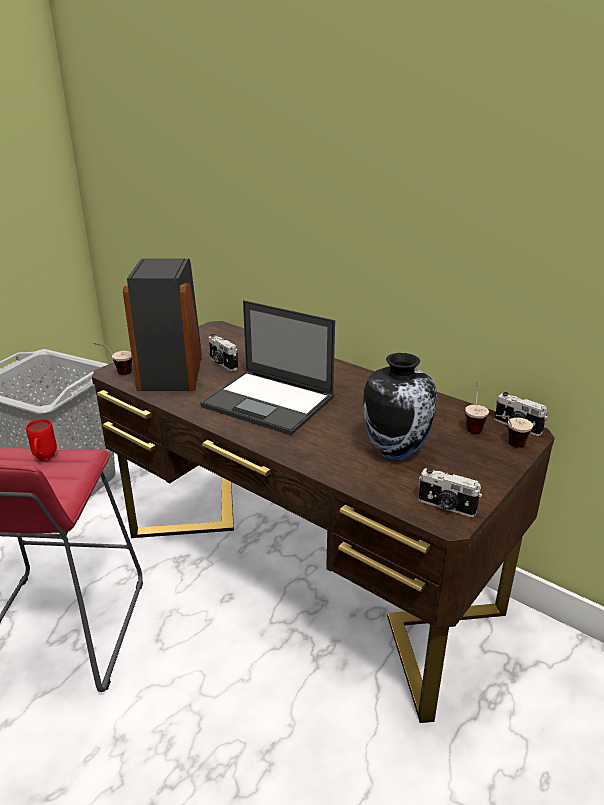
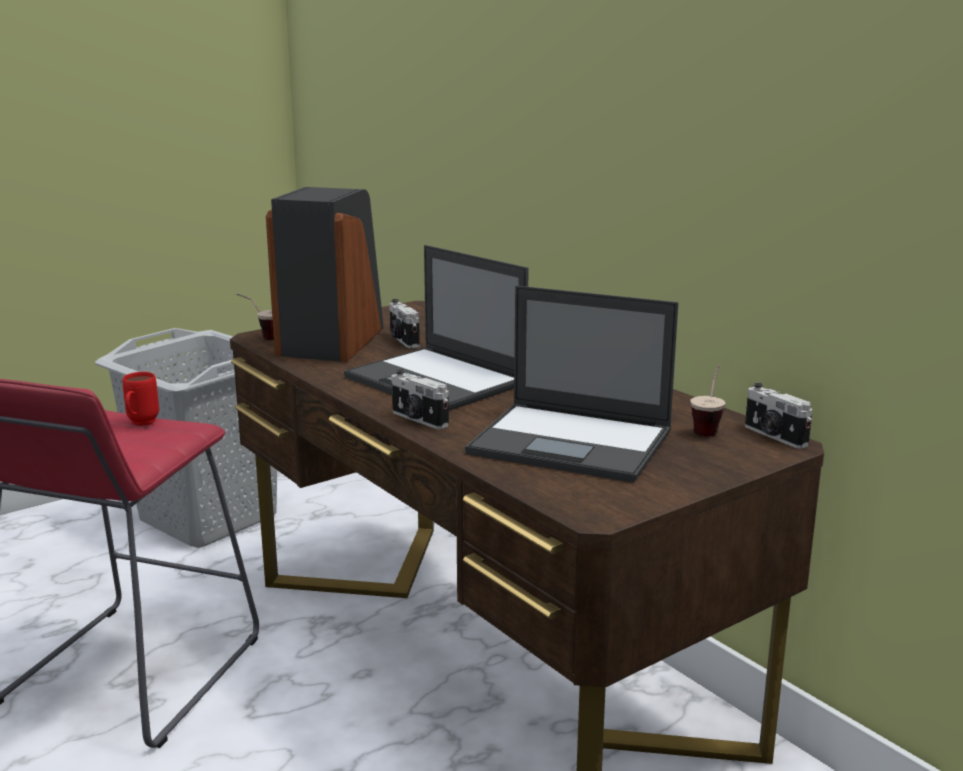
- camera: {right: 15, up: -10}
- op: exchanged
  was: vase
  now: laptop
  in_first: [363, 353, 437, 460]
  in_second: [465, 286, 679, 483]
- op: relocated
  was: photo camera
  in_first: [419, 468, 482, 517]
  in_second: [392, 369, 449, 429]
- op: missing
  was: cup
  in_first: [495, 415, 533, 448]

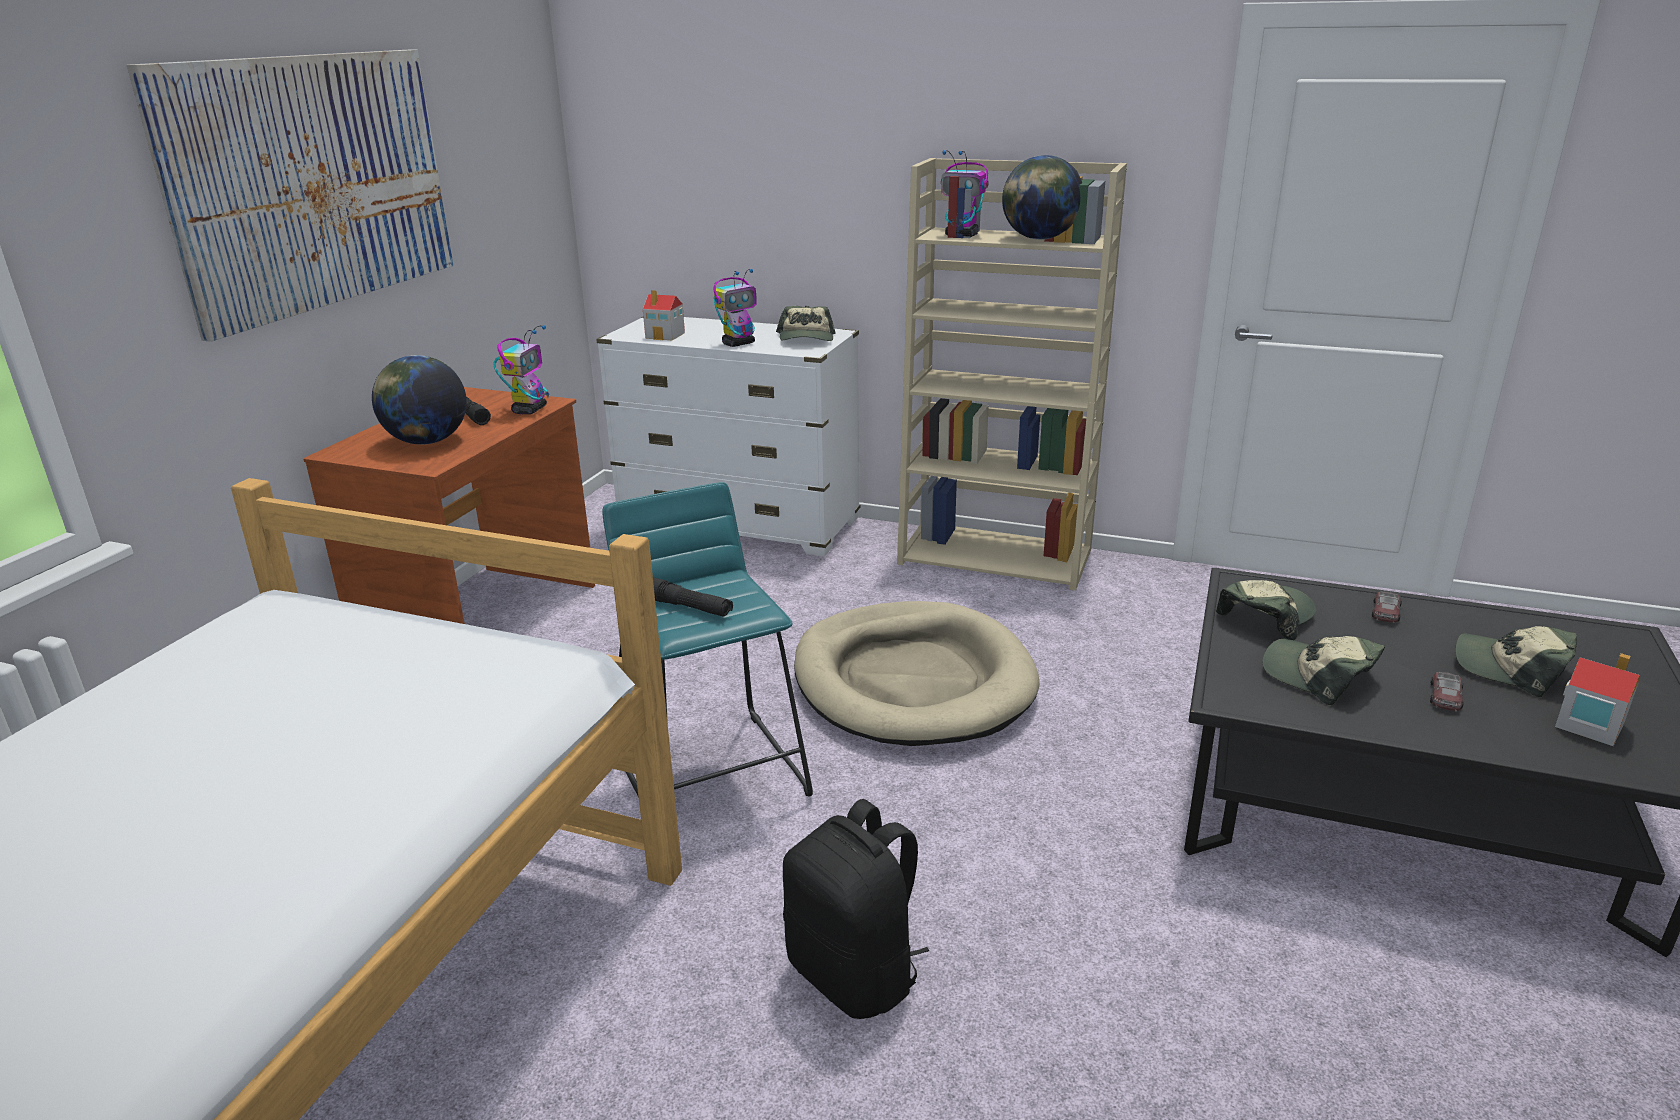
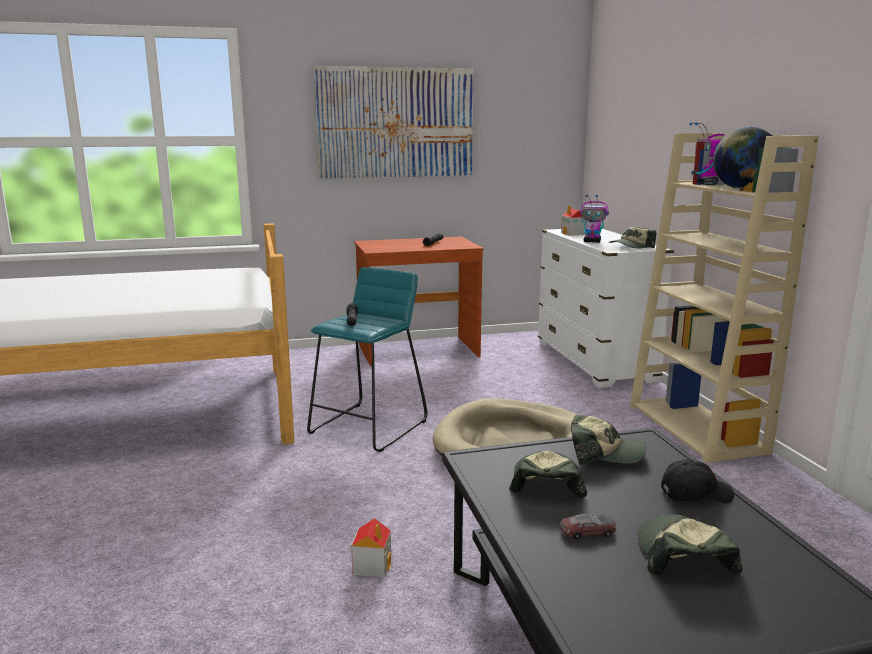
- camera: {right: 55, up: -10}
- op: missing
  was: globe
  in_first: [372, 355, 467, 445]
- op: missing
  was: toy robot
  in_first: [493, 325, 549, 414]
- op: missing
  was: black backpack
  in_first: [783, 799, 929, 1019]
- op: exchanged
  was: toy car
  now: black cap
  in_first: [1372, 591, 1402, 623]
  in_second: [661, 459, 734, 503]
- op: relocated
  was: toy house
  in_first: [1555, 653, 1639, 746]
  in_second: [351, 518, 391, 577]

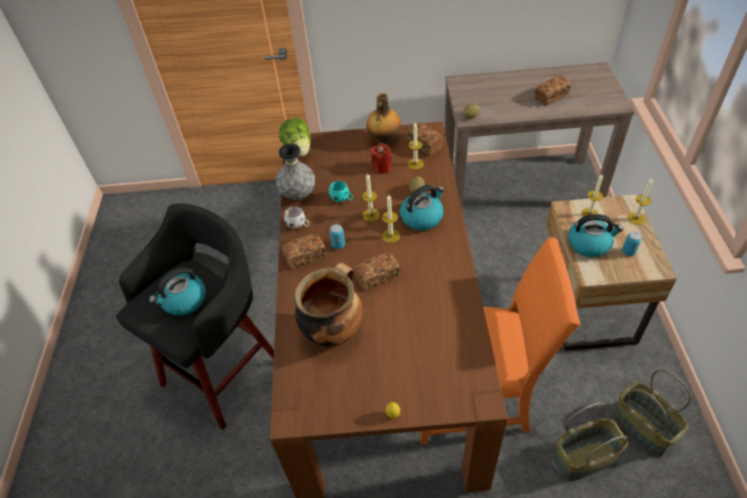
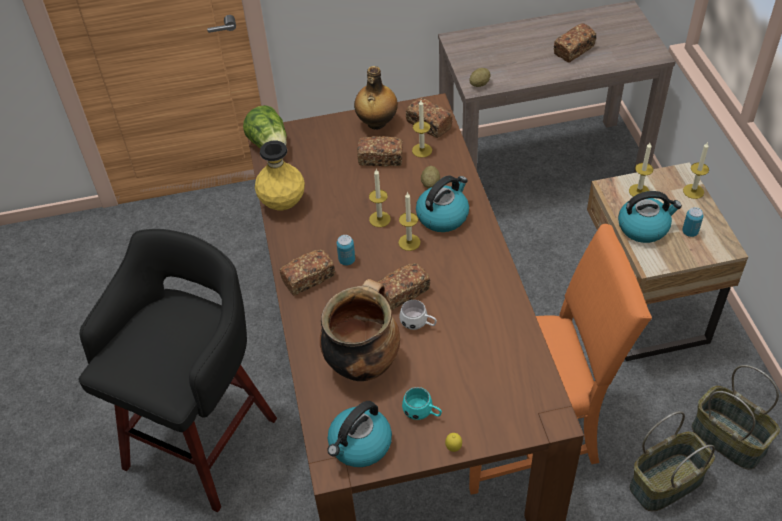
- camera: {right: -10, up: 0}
- op: relocated
  was: kettle
  in_first: [149, 267, 206, 316]
  in_second: [327, 401, 392, 467]
- op: colour
  was: grey vase
  now: yellow vase
  in_first: [276, 144, 315, 200]
  in_second: [255, 141, 305, 210]
- op: relocated
  was: white mug
  in_first: [284, 206, 309, 228]
  in_second: [399, 300, 437, 330]
- op: relocated
  was: turquoise mug
  in_first: [329, 180, 353, 202]
  in_second: [402, 387, 442, 420]
- op: exchanged
  was: red candle
  now: bread
  in_first: [371, 143, 391, 174]
  in_second: [357, 136, 403, 166]

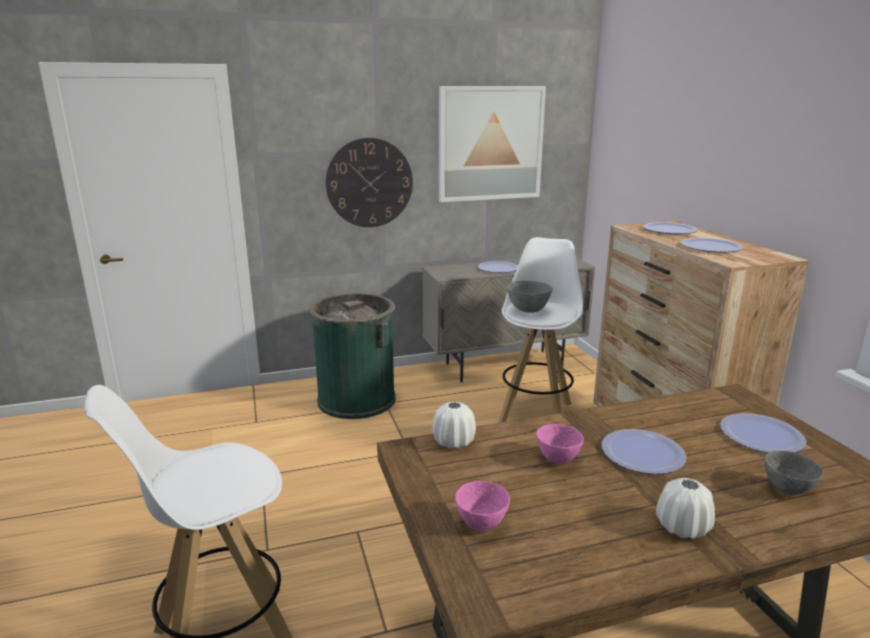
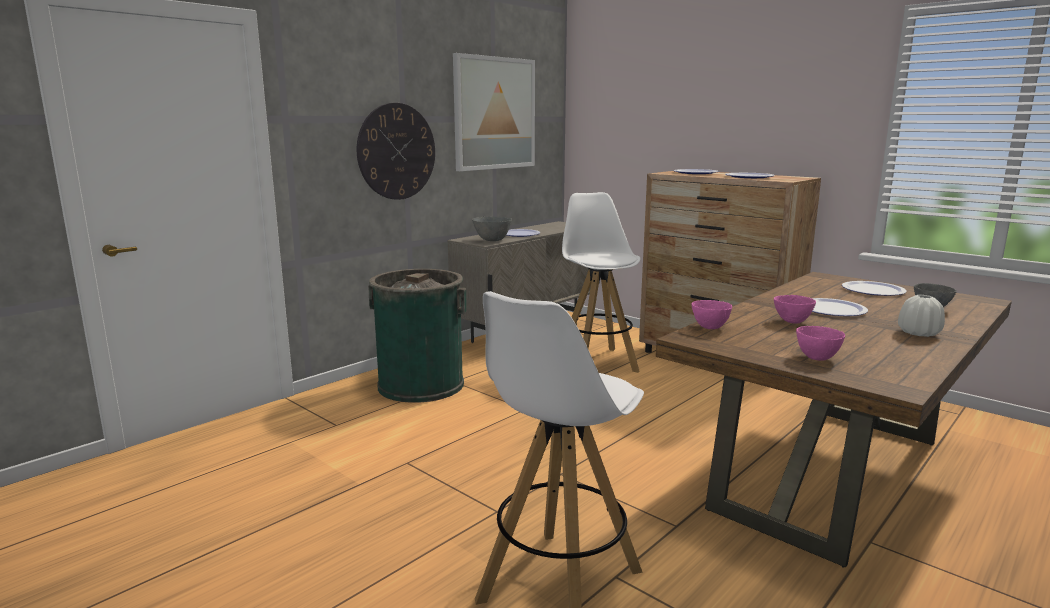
- camera: {right: -30, up: -5}
- op: exchanged
  was: white vase
  now: pink bowl
  in_first: [432, 401, 476, 449]
  in_second: [692, 300, 732, 329]
- op: relocated
  was: grey bowl
  in_first: [507, 281, 553, 313]
  in_second: [472, 217, 512, 241]

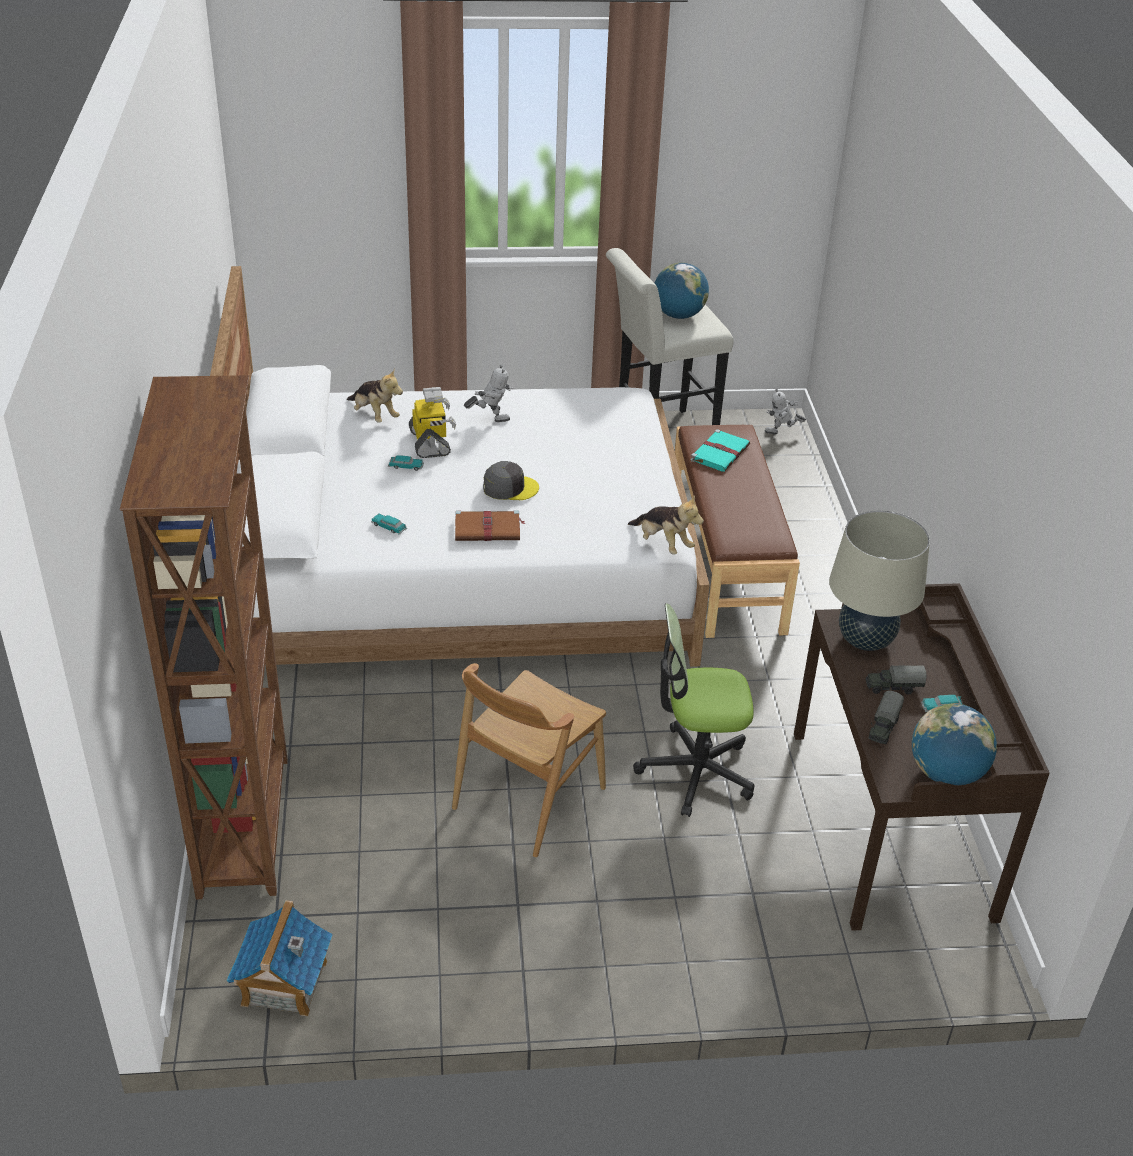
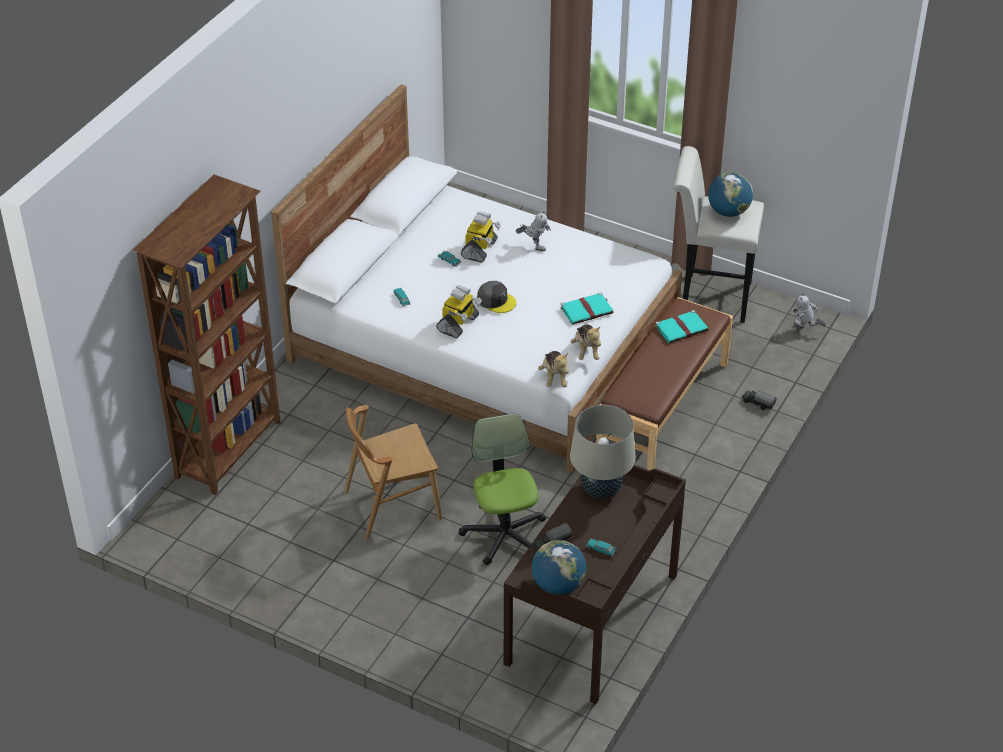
- camera: {right: 35, up: 5}
- op: missing
  was: toy house
  in_first: [227, 900, 333, 1017]
- op: relocated
  was: plush toy
  in_first: [347, 368, 403, 423]
  in_second: [571, 324, 601, 360]
- op: exchanged
  was: brown book
  now: toy robot
  in_first: [455, 510, 525, 541]
  in_second: [436, 285, 482, 338]
- op: spun
  was: office chair
  in_first: [633, 603, 755, 817]
  in_second: [459, 413, 546, 565]
  clockwise: 45
- op: relocated
  was: toy truck
  in_first: [866, 665, 927, 694]
  in_second: [742, 391, 777, 410]
- op: appeared
  now: turquoise book
  in_second: [560, 292, 613, 325]

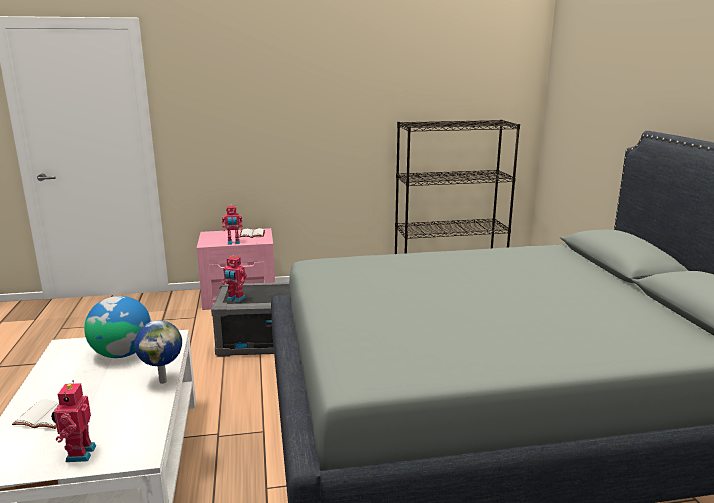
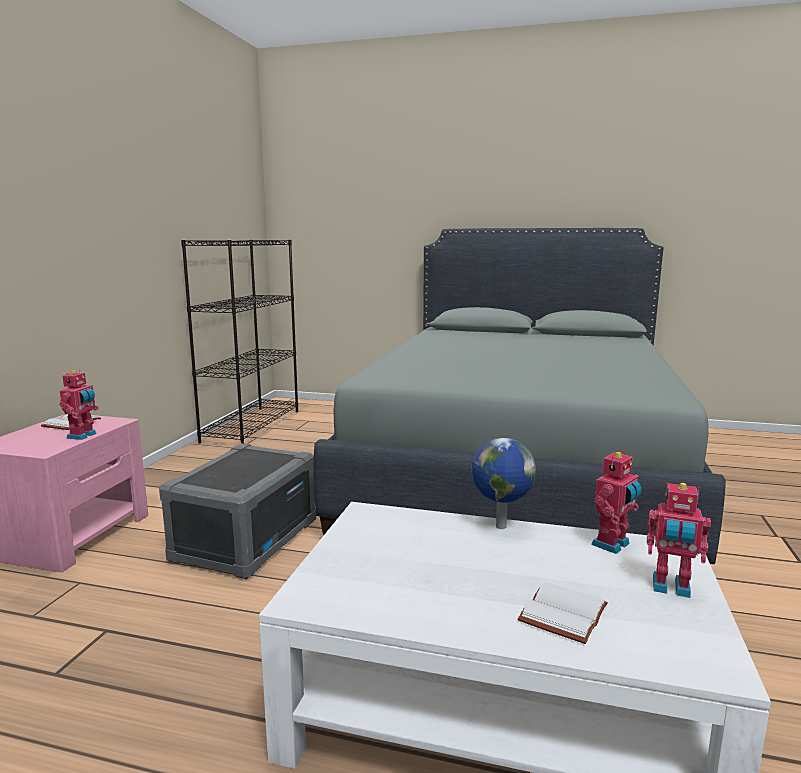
- camera: {right: -65, up: -5}
- op: missing
  was: globe
  in_first: [84, 296, 151, 358]
- op: relocated
  was: toy robot
  in_first: [222, 255, 247, 302]
  in_second: [591, 451, 641, 554]

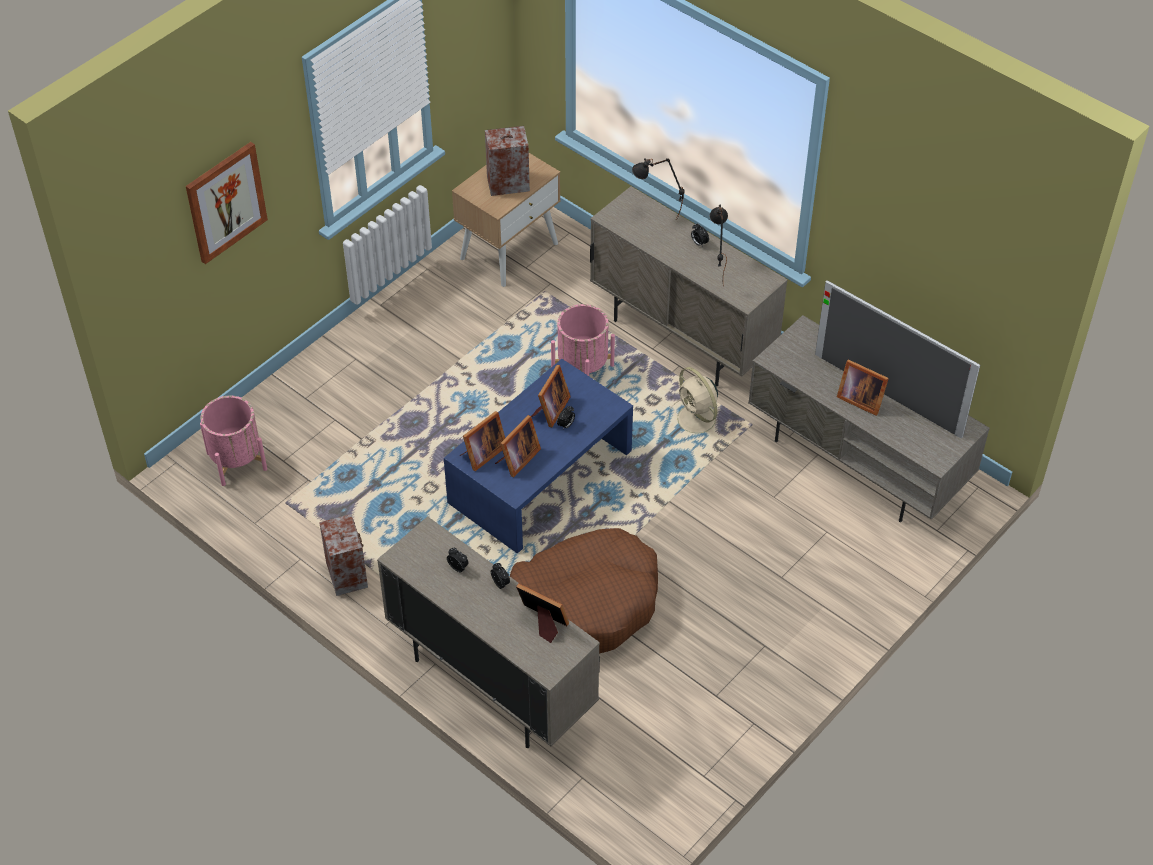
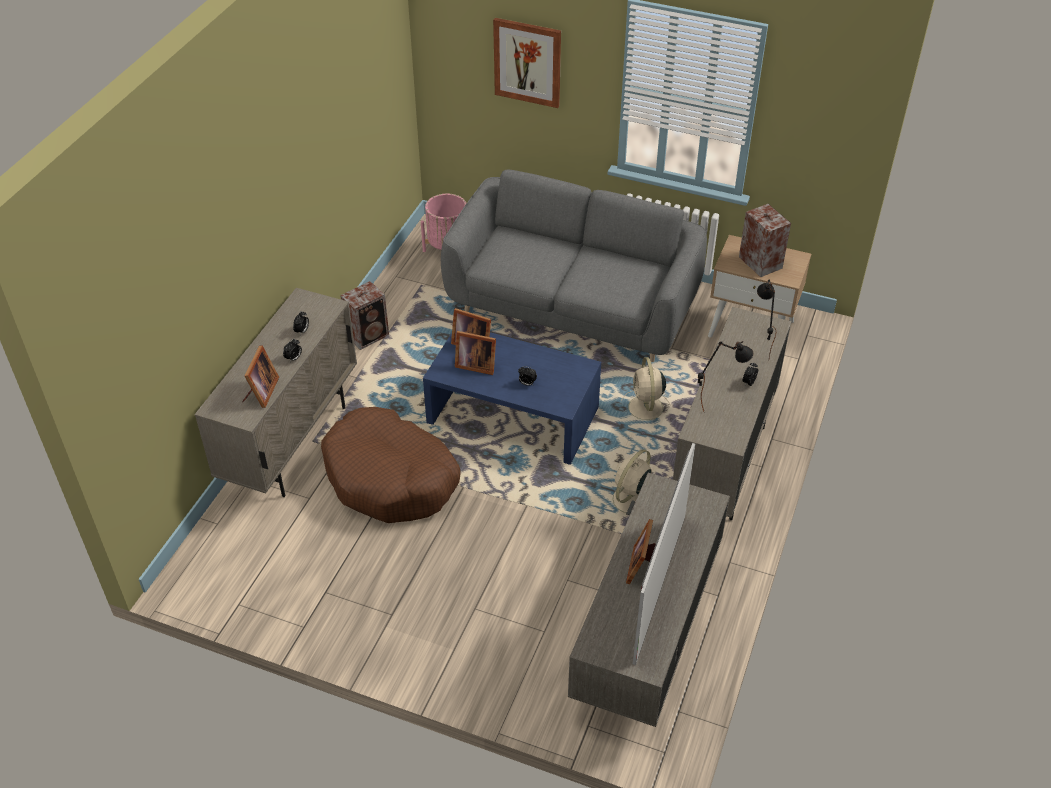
- camera: {right: 70, up: -5}
- op: missing
  was: picture frame
  in_first: [531, 365, 571, 427]
- op: exchanged
  was: pink planter
  now: beige fan
  in_first: [551, 304, 615, 376]
  in_second: [621, 357, 671, 420]
- op: appeared
  now: grey sofa
  in_second: [441, 170, 707, 362]

